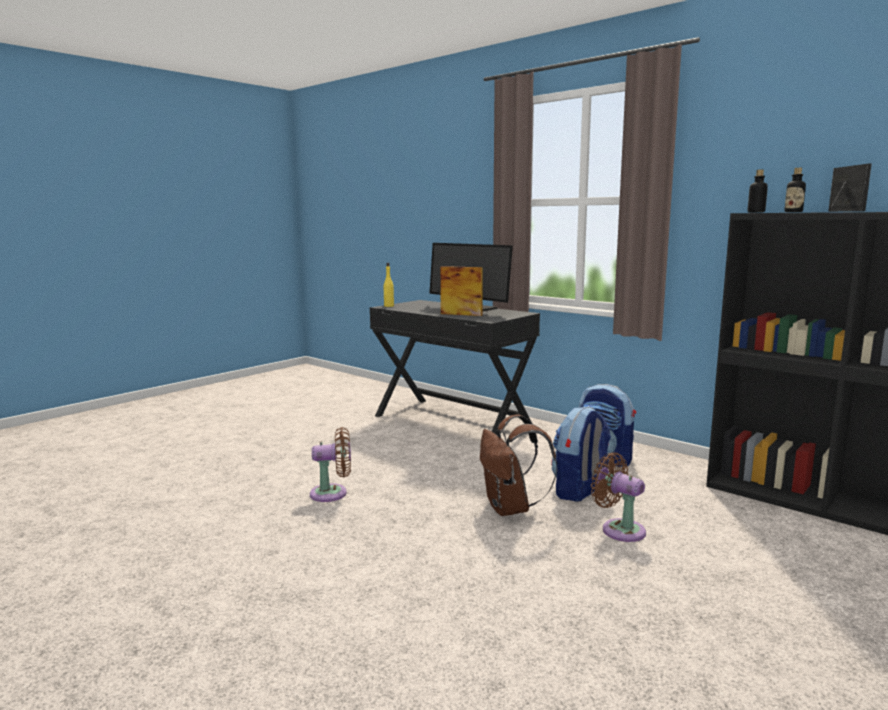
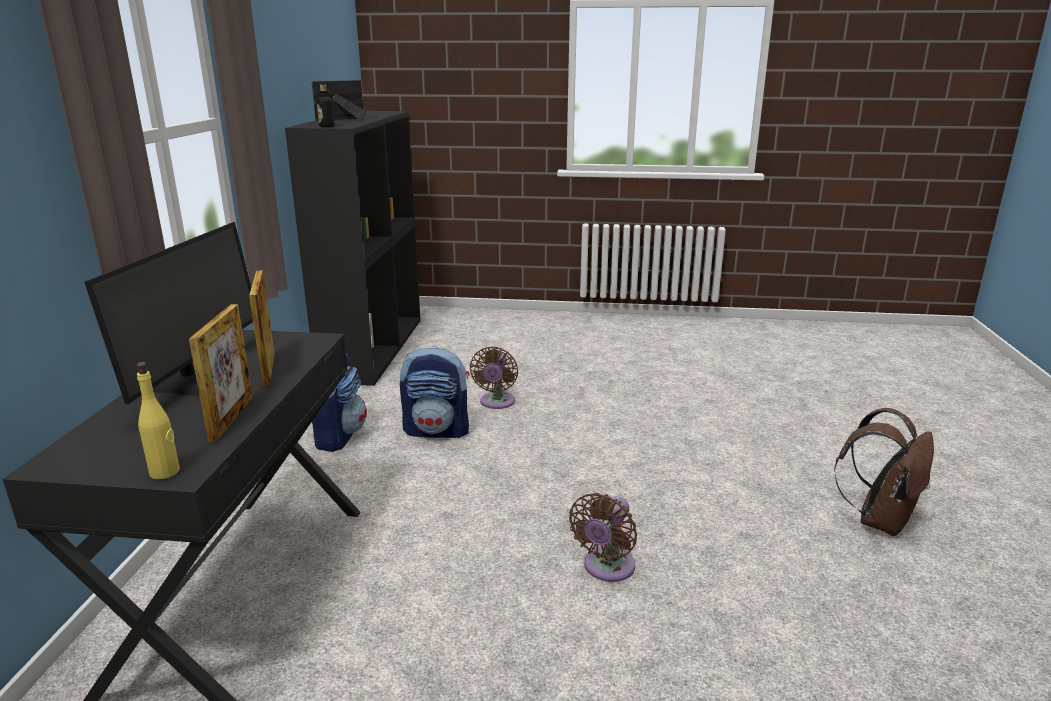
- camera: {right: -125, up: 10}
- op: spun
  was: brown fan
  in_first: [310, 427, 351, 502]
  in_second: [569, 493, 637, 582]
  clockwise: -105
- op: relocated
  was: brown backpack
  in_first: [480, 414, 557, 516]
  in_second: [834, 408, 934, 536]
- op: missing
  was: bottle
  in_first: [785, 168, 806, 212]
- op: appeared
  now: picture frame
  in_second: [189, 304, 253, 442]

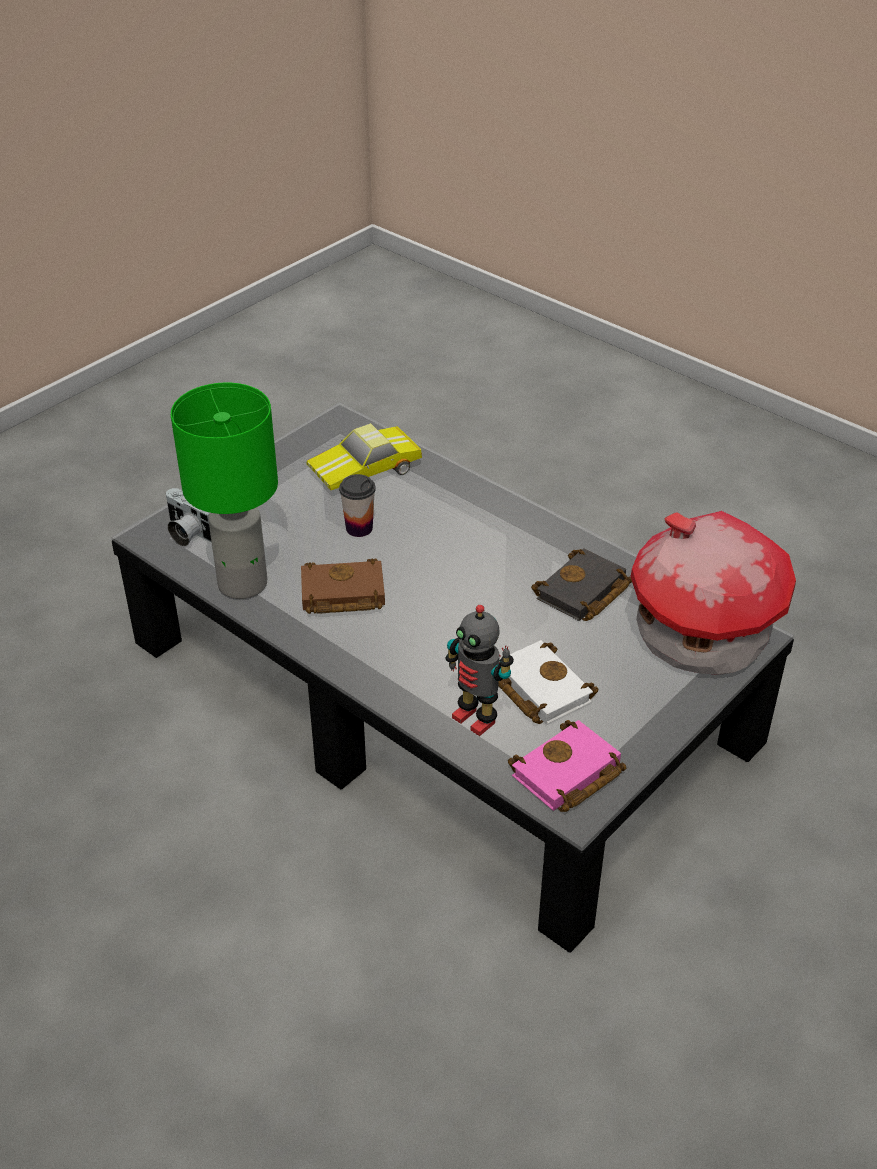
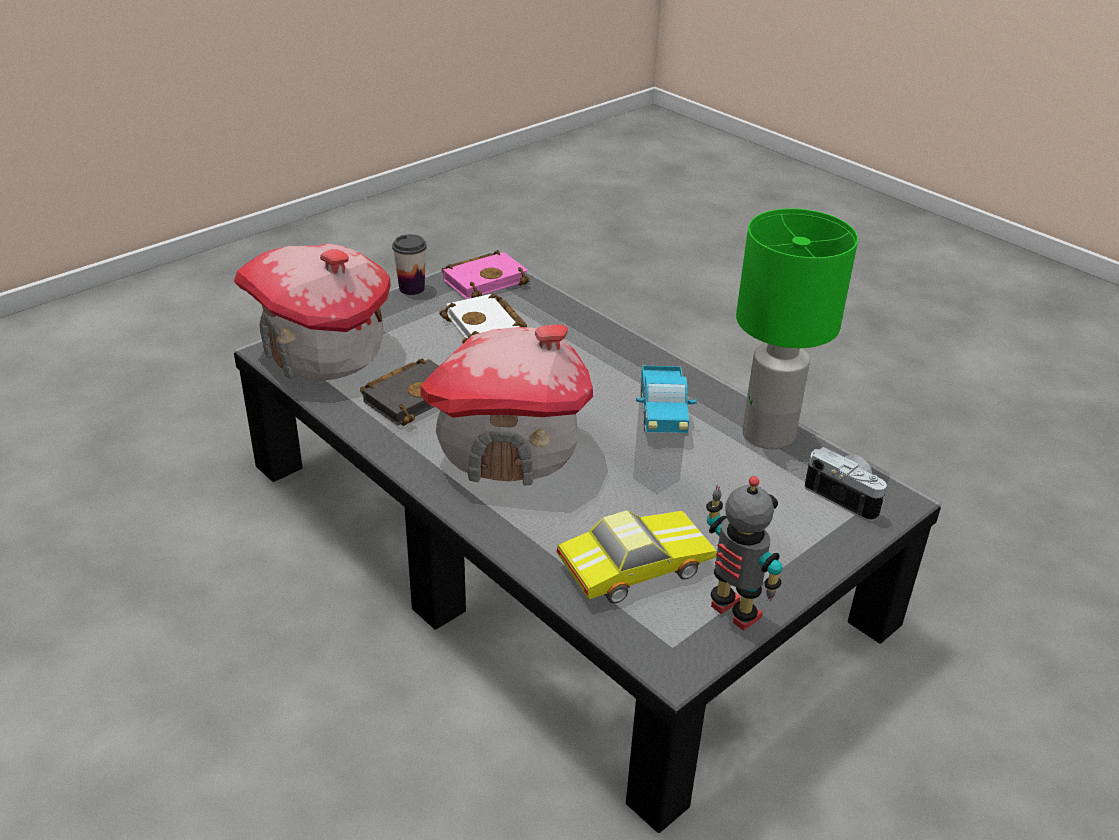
- camera: {right: -175, up: -5}
- op: exchanged
  was: brown book
  now: toy truck
  in_first: [301, 558, 385, 614]
  in_second: [636, 366, 697, 436]
- op: relocated
  was: cup
  in_first: [339, 474, 376, 537]
  in_second: [392, 234, 427, 295]
- op: relocated
  was: toy robot
  in_first: [446, 605, 514, 736]
  in_second: [706, 476, 782, 631]
- op: appeared
  now: toy house
  in_second: [420, 325, 593, 486]

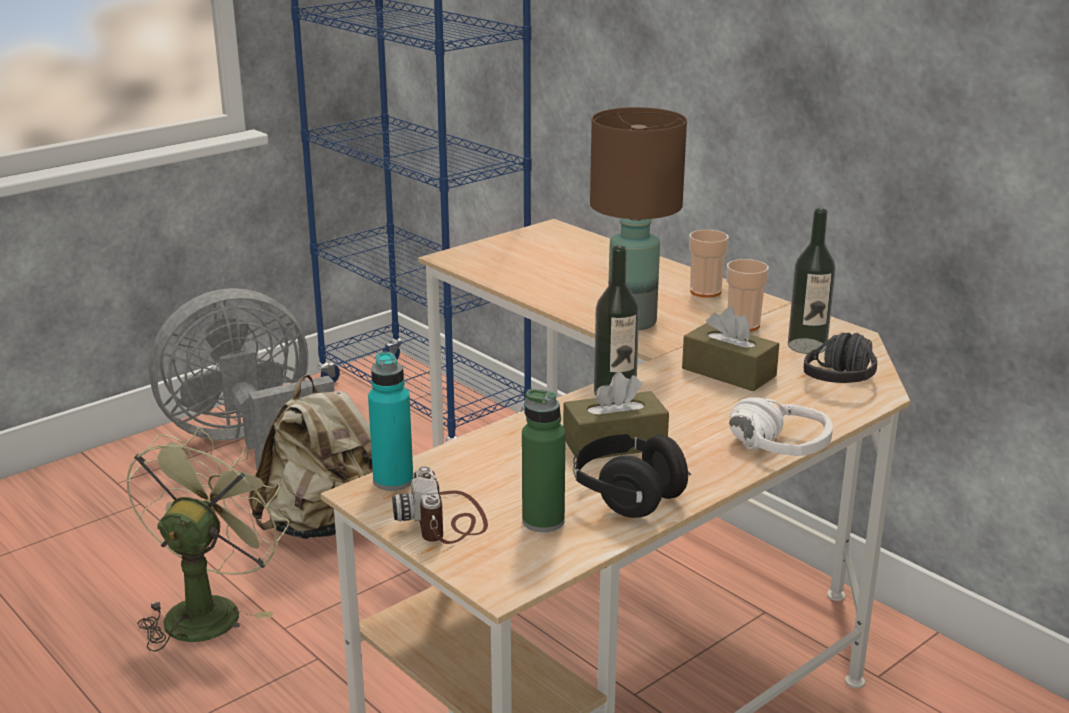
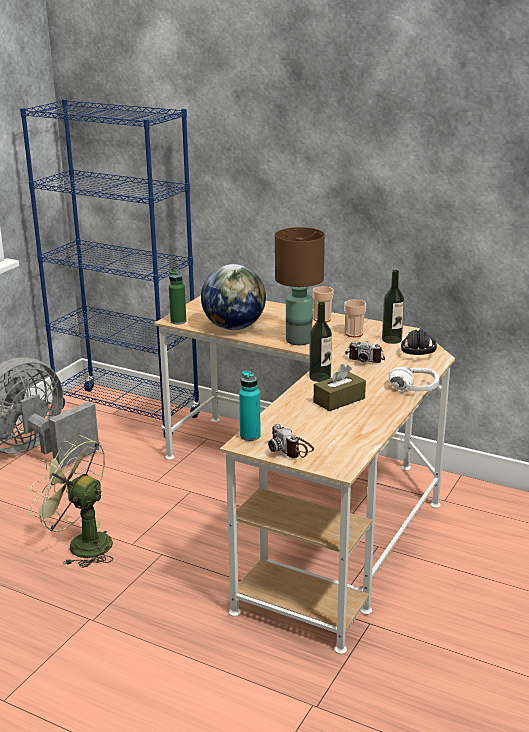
- camera: {right: -20, up: 0}
- op: spun
  was: green fan
  in_first: [126, 428, 289, 652]
  in_second: [30, 435, 113, 568]
  clockwise: -60
- op: missing
  was: beige backpack
  in_first: [248, 375, 373, 539]
- op: relocated
  was: green bottle
  in_first: [522, 389, 566, 532]
  in_second: [169, 271, 186, 324]
- op: missing
  was: black headphones
  in_first: [573, 434, 691, 518]
- op: exchanged
  was: brown tissue box
  now: photo camera
  in_first: [682, 307, 779, 391]
  in_second: [345, 341, 385, 363]
- op: appeared
  now: globe
  in_second: [201, 264, 266, 330]

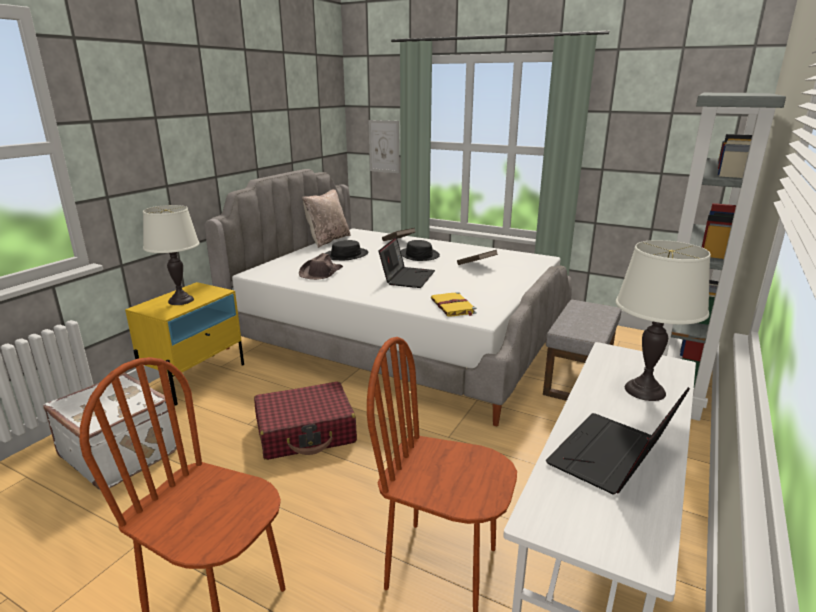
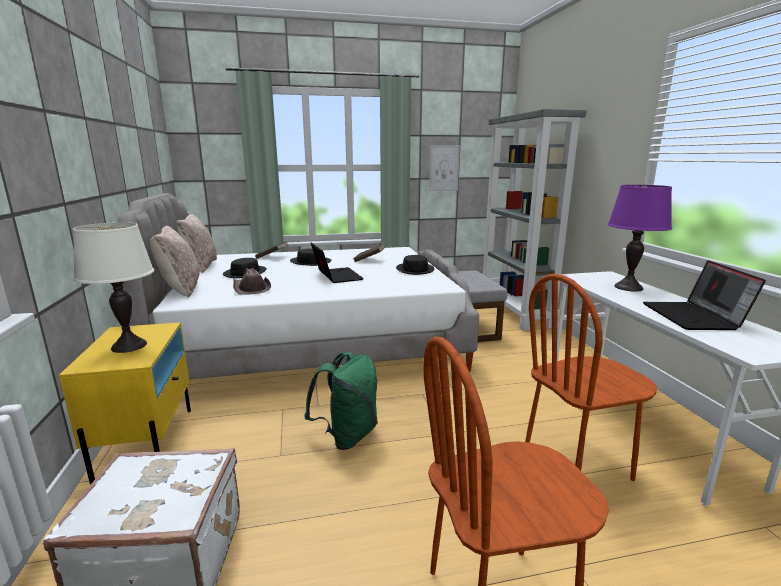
- camera: {right: -40, up: -5}
- op: exchanged
  was: red suitcase
  now: green backpack
  in_first: [254, 382, 357, 460]
  in_second: [304, 352, 378, 450]
- op: relocated
  was: picture
  in_first: [368, 120, 399, 173]
  in_second: [429, 145, 460, 191]
- op: missing
  was: yellow book
  in_first: [431, 292, 477, 317]
- op: colour
  was: white table lamp
  now: purple table lamp
  in_first: [616, 240, 711, 401]
  in_second: [608, 185, 672, 292]
- op: appeared
  now: beige pillow
  in_second: [150, 226, 200, 298]
- op: appeared
  now: black hat
  in_second: [396, 255, 434, 275]

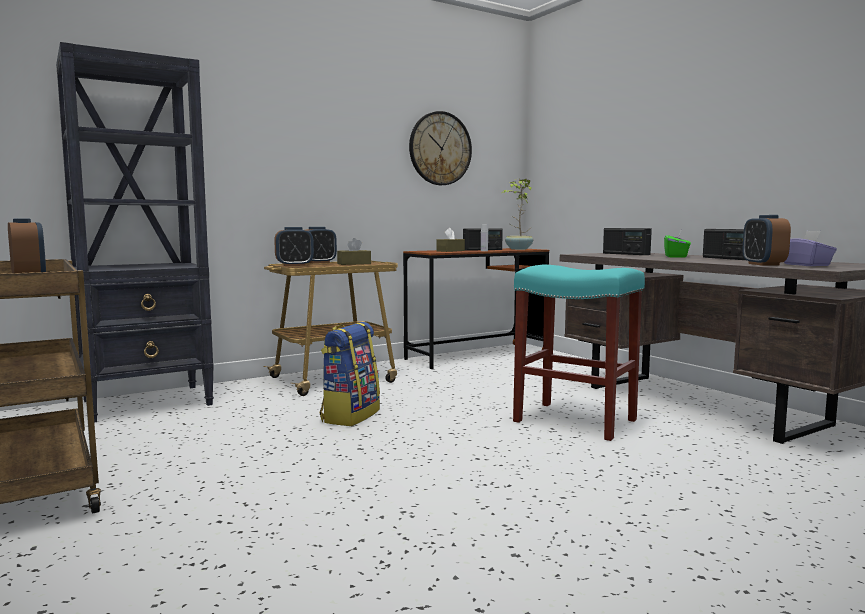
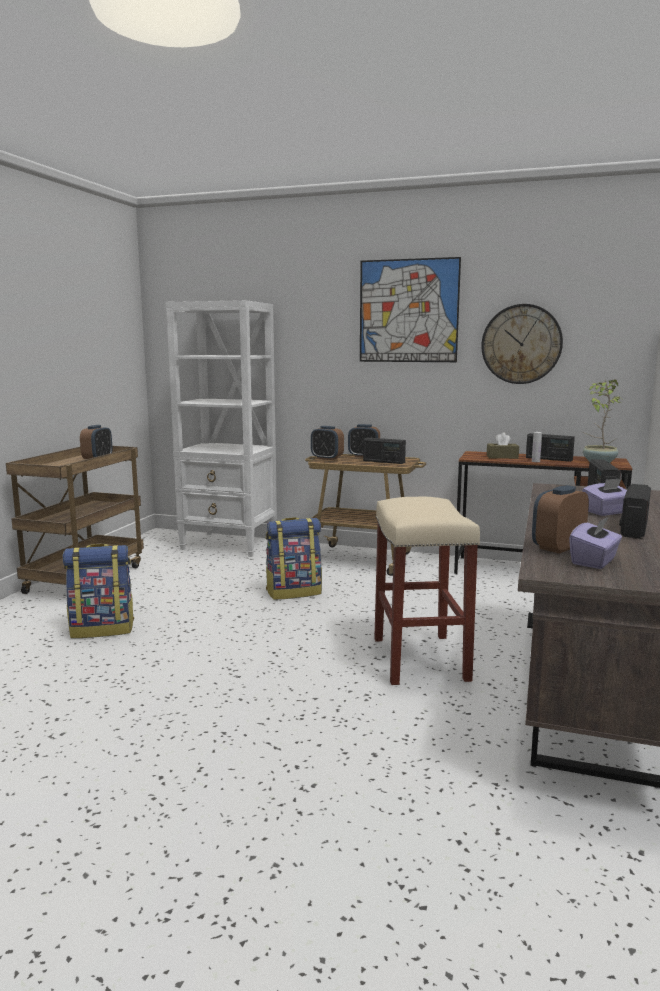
- camera: {right: 50, up: 5}
- op: colour
  was: black bookcase
  now: white bookcase
  in_first: [56, 42, 214, 422]
  in_second: [166, 300, 277, 557]
- op: exchanged
  was: brown tissue box
  now: radio
  in_first: [337, 238, 371, 265]
  in_second: [363, 438, 406, 464]
- op: colour
  was: turquoise stool
  now: beige stool
  in_first: [513, 265, 645, 441]
  in_second: [374, 496, 480, 685]
- op: colour
  was: green tissue box
  now: purple tissue box
  in_first: [664, 229, 691, 258]
  in_second: [582, 478, 627, 516]
- op: appeared
  now: backpack
  in_second: [63, 543, 134, 638]
- op: appeared
  now: picture
  in_second: [360, 257, 461, 362]

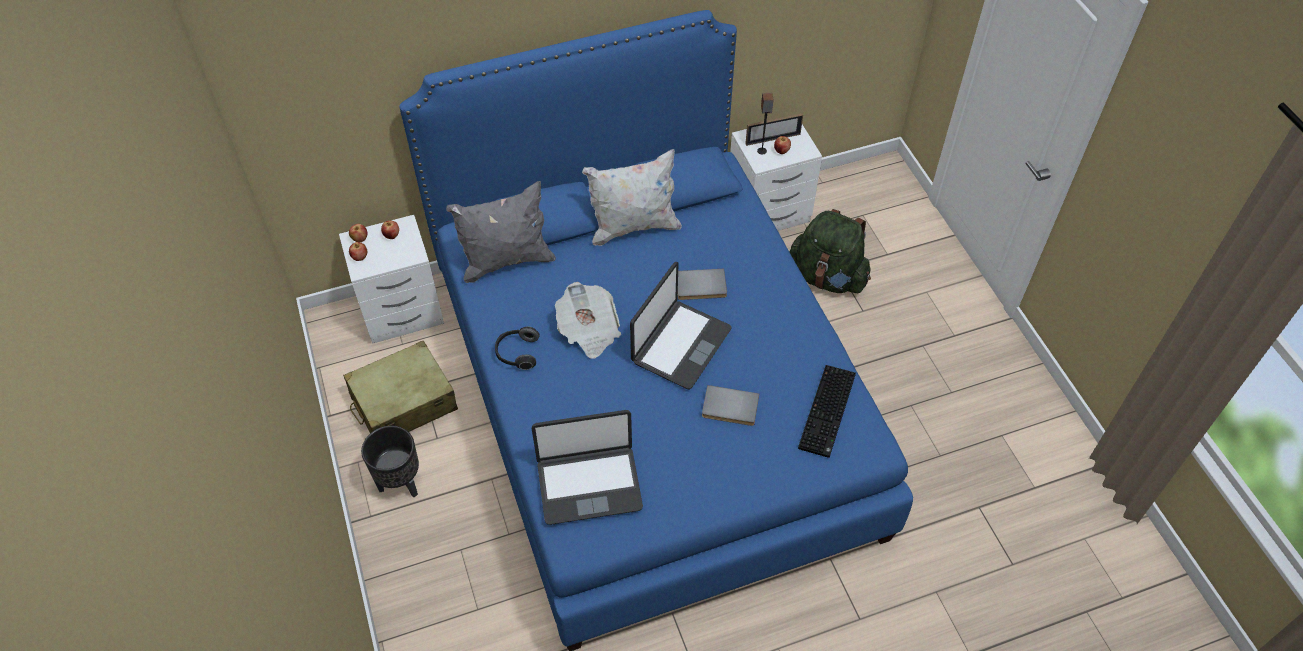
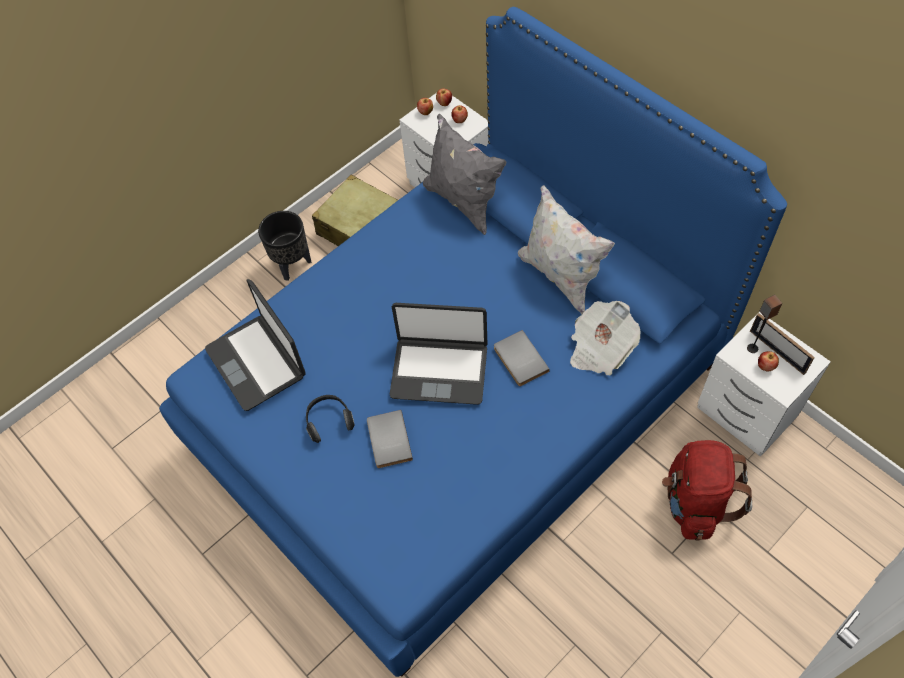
- camera: {right: 70, up: 5}
- op: relocated
  was: headphones
  in_first: [495, 327, 540, 370]
  in_second: [306, 395, 355, 443]
- op: relocated
  was: newspaper
  in_first: [555, 282, 621, 359]
  in_second: [570, 301, 641, 376]
- op: colour
  was: green backpack
  now: red backpack
  in_first: [790, 209, 871, 293]
  in_second: [662, 440, 753, 540]
- op: missing
  was: keyboard
  in_first: [798, 365, 856, 458]

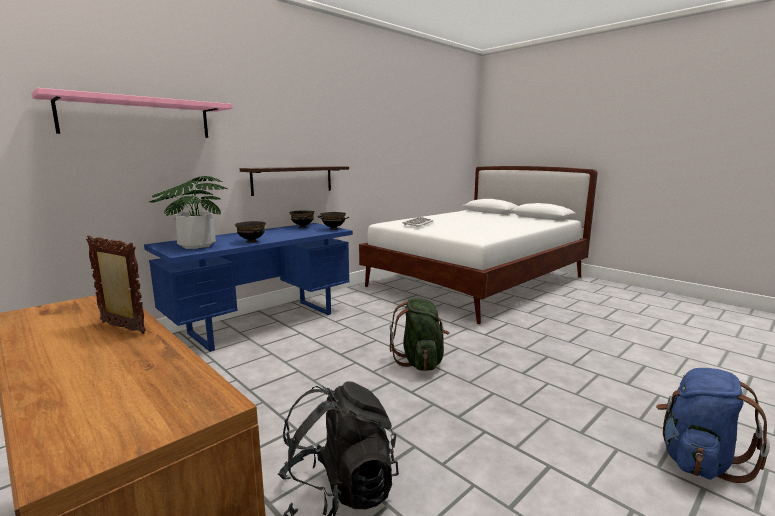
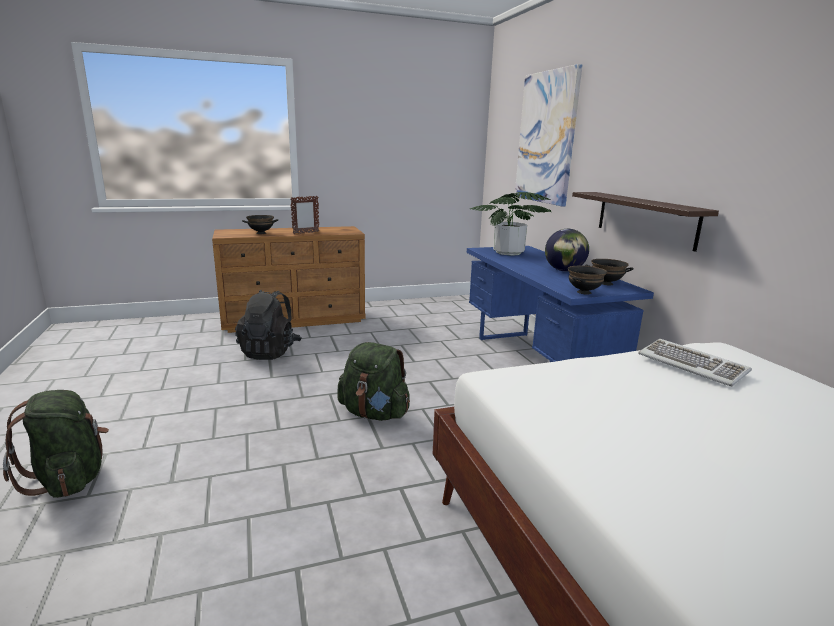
- camera: {right: 115, up: 5}
- op: exchanged
  was: pink shelf
  now: picture
  in_first: [31, 88, 232, 138]
  in_second: [515, 64, 582, 206]
- op: relocated
  was: black bowl
  in_first: [235, 221, 266, 243]
  in_second: [242, 215, 278, 234]
- op: colour
  was: blue backpack
  now: green backpack
  in_first: [656, 368, 770, 483]
  in_second: [3, 390, 109, 498]
- op: appeared
  now: globe
  in_second: [545, 229, 589, 271]

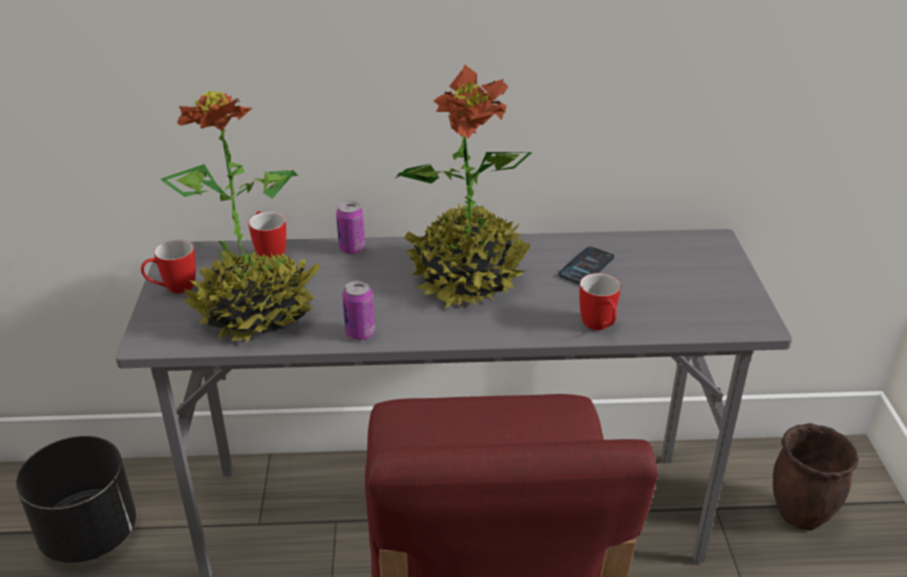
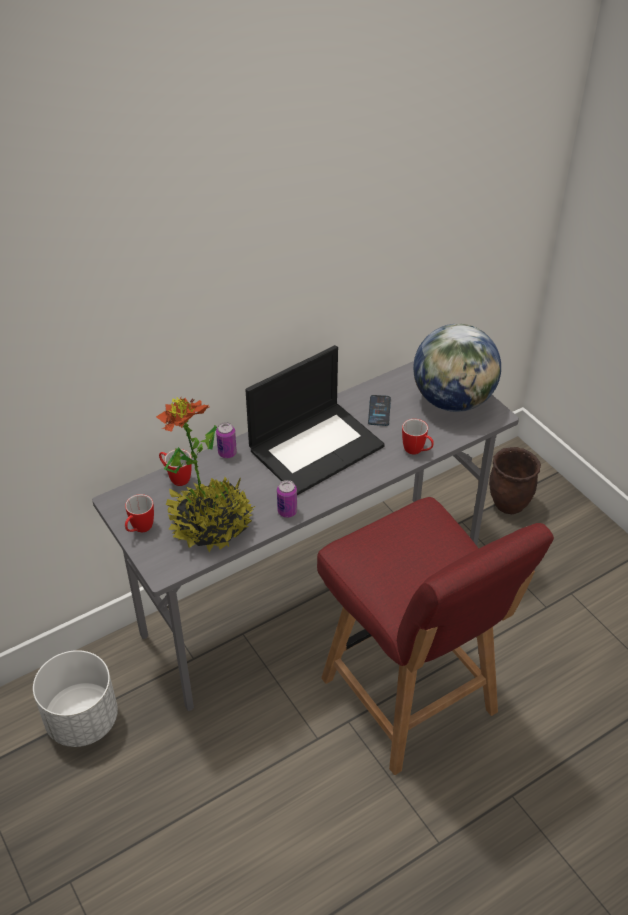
- camera: {right: -30, up: 10}
- op: colour
  was: black planter
  now: white planter
  in_first: [16, 436, 136, 563]
  in_second: [33, 650, 118, 747]
- op: exchanged
  was: potted plant
  now: laptop
  in_first: [396, 64, 532, 308]
  in_second: [245, 345, 385, 495]
- op: appeared
  now: globe
  in_second: [413, 324, 501, 412]

